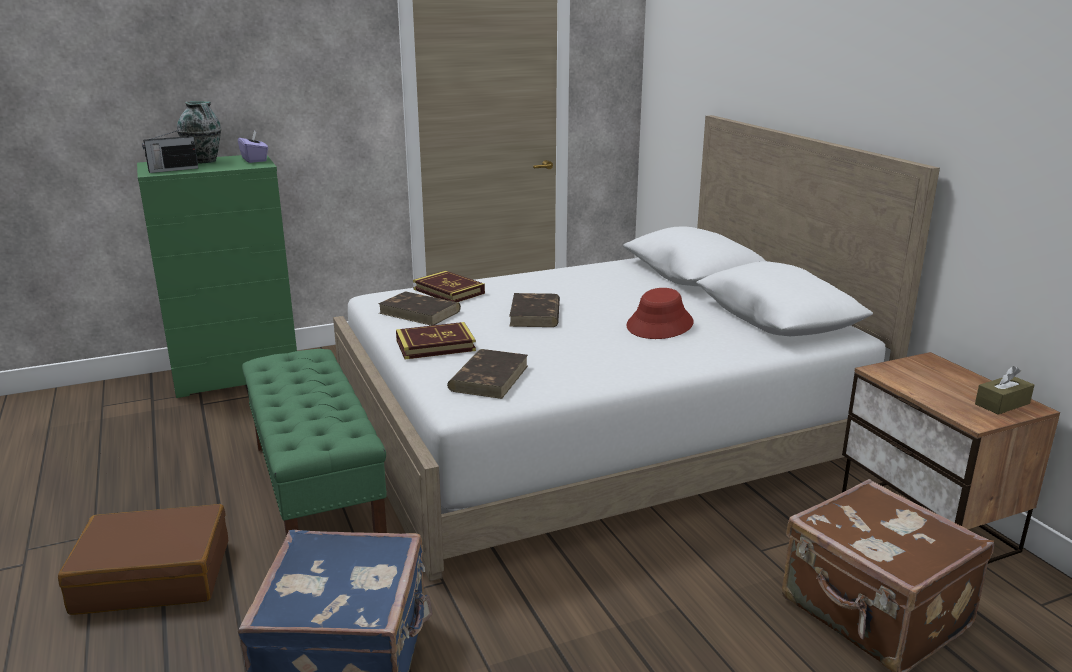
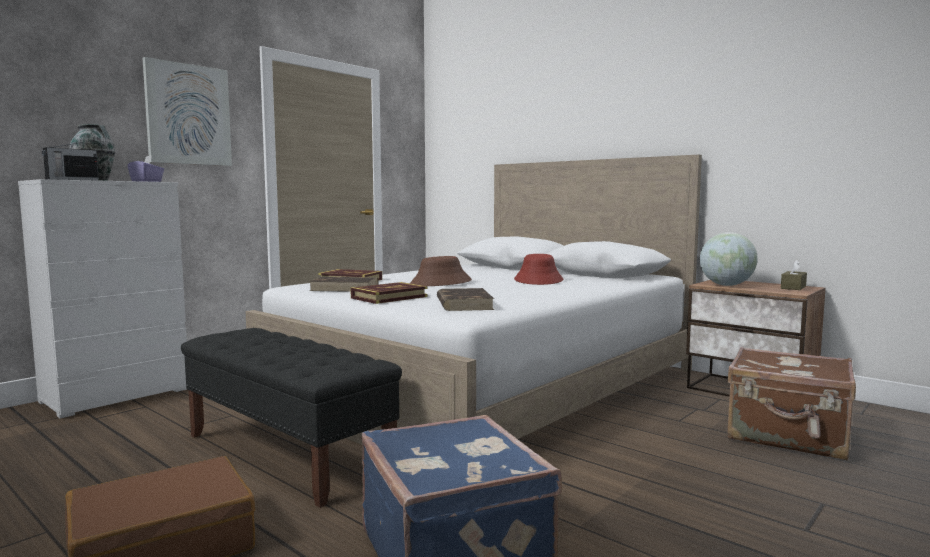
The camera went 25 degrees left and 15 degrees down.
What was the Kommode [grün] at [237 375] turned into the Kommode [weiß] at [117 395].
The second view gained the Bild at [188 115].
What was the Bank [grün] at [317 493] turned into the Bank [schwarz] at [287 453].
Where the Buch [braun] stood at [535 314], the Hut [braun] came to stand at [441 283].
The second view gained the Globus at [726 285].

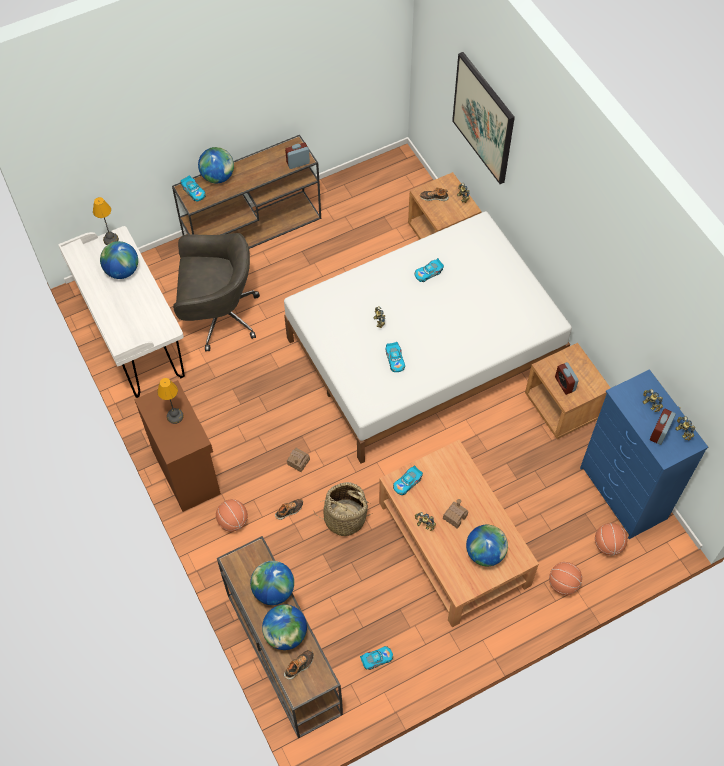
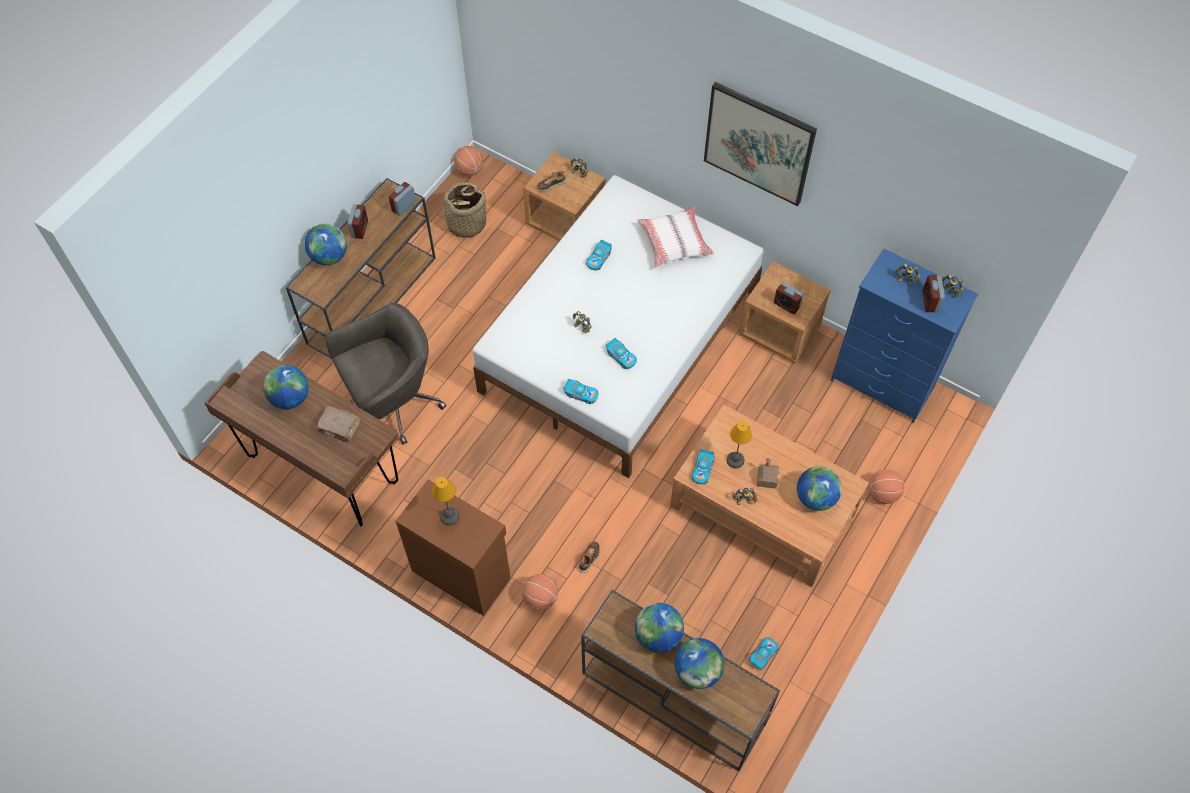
The camera went 30 degrees left and 0 degrees up.
What was the Schreibtisch [weiß] at [136 342] turned into the Schreibtisch [braun] at [323 470].
The second view gained the Buch [braun] at [340 428].
The second view gained the Wecker at [360 229].
The Korb ended up elsewhere, having gone from [344 518] to [466 224].
The Basketball ended up elsewhere, having gone from [608 545] to [469 170].
The Spielzeugauto ended up elsewhere, having gone from [194 192] to [581 394].
The second view gained the Kissen [weiß] at [674 242].
The Bild ended up elsewhere, having gone from [484 118] to [759 143].
The Tischlampe ended up elsewhere, having gone from [111 239] to [736 460].
The second view lost the Schuh at [299 666].
The second view lost the Spielzeughaus at [298 462].

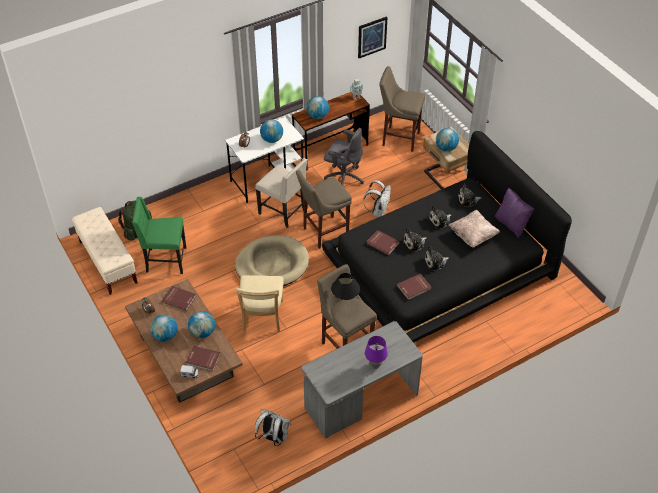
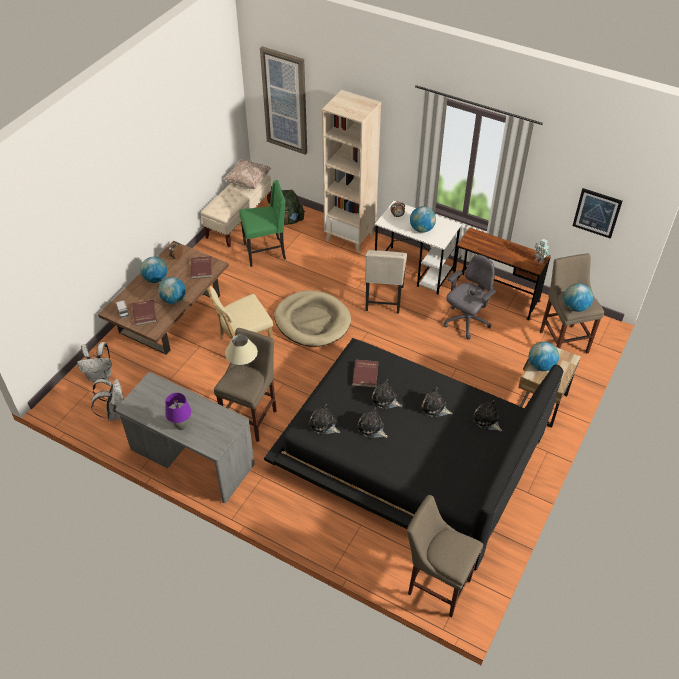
The camera went 60 degrees right and 0 degrees up.
The Rucksack [weiß] ended up elsewhere, having gone from [378 211] to [100 376].
The Kissen [beige] ended up elsewhere, having gone from [473 235] to [248 182].
What was the Tischlampe [schwarz] at [345 307] turned into the Tischlampe [beige] at [243 373].
The Stuhl [grün] at [165 260] ended up facing another way, 105 degrees clockwise from before.
The second view gained the Bild at [285 101].
Where the Buch [rot] stood at [414 287], the Plüschtier came to stand at [323 425].
The second view gained the Bücherregal [beige] at [350 237].
The Hocker [beige] ended up elsewhere, having gone from [323 232] to [436 585].
The Bürostuhl [grau] at [343 178] ended up facing another way, 135 degrees counterclockwise from before.
The Globus ended up elsewhere, having gone from [317 116] to [575 307].
The second view lost the Kissen [lila] at [511 224].

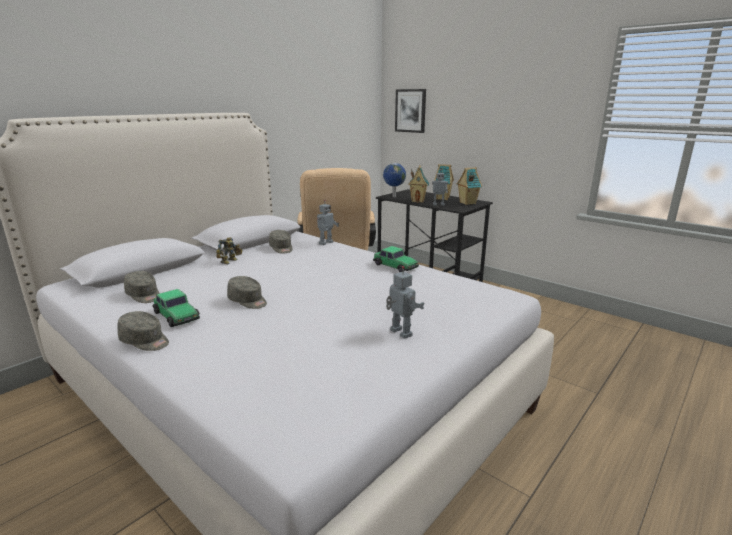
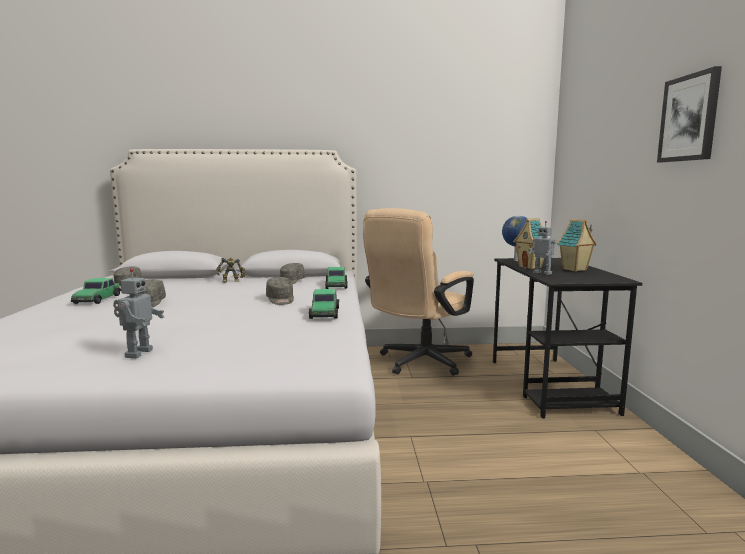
The camera went 45 degrees right and 10 degrees down.
The Kappe [grau] ended up elsewhere, having gone from [145 341] to [280 300].
Where the Spielzeugroboter stood at [325 243], the Spielzeugauto came to stand at [336 285].
The Bild ended up elsewhere, having gone from [410 111] to [689 118].
The second view lost the Spielzeughaus at [467 203].

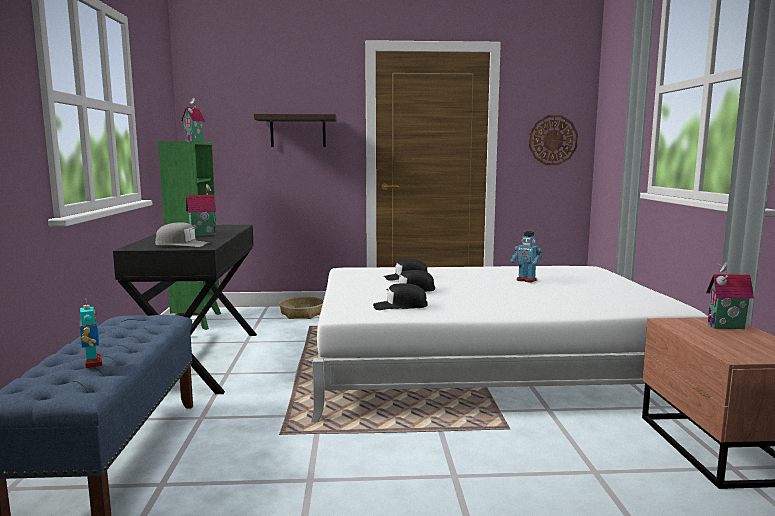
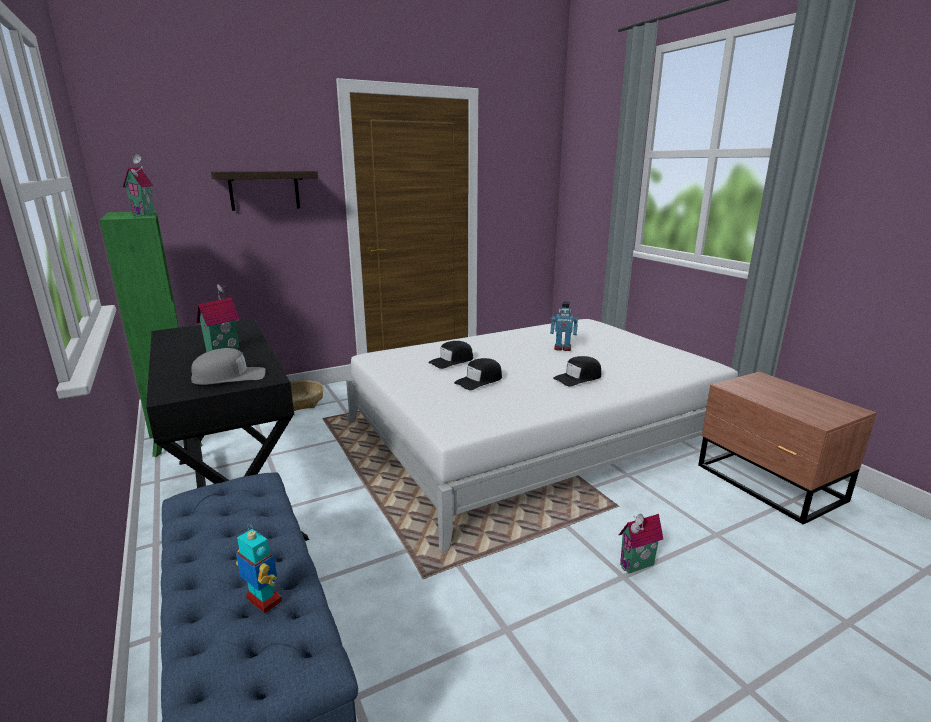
The camera went 25 degrees left and 10 degrees up.
The Kappe [schwarz] ended up elsewhere, having gone from [400 306] to [578 378].
The Spielzeughaus ended up elsewhere, having gone from [726 327] to [638 566].
The second view lost the Wanduhr at [553 140].

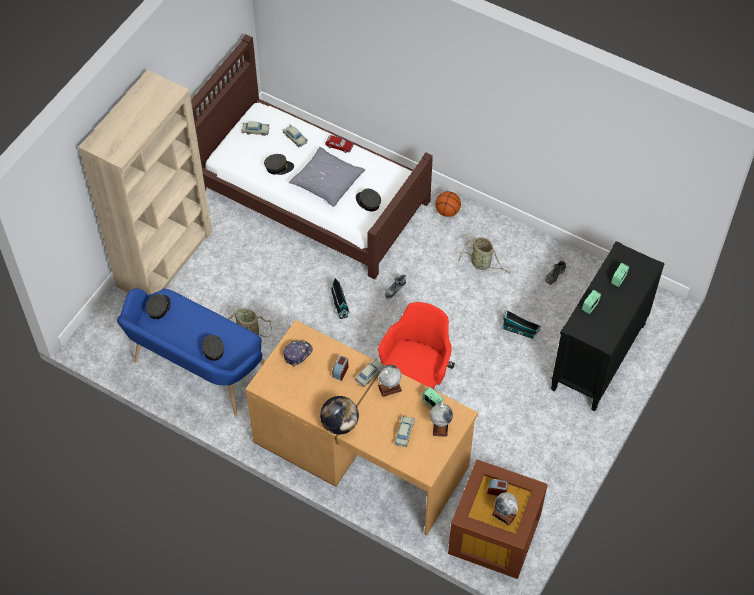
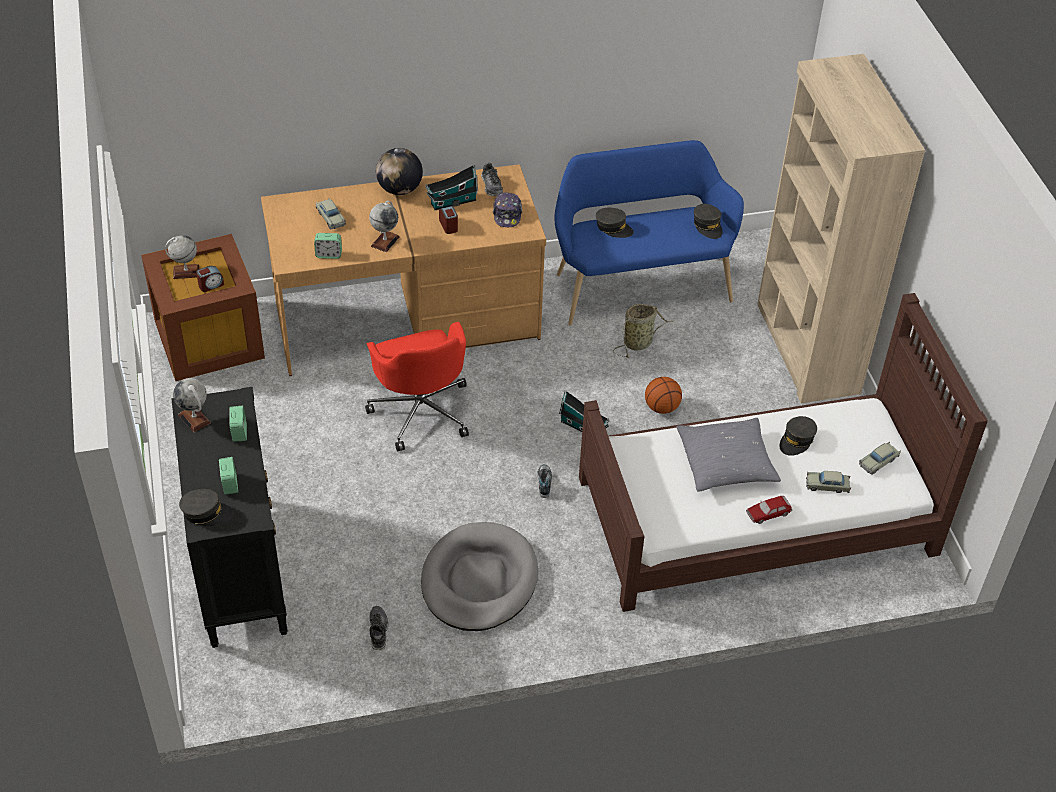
The camera went 135 degrees right and 10 degrees down.
The Globus ended up elsewhere, having gone from [440 426] to [194 419].
The Kappe [grau] ended up elsewhere, having gone from [368 202] to [206 513].
Where the Korb stood at [482 264], the Hundebett [grau] came to stand at [479 580].
The Spielzeughaus ended up elsewhere, having gone from [520 331] to [451 202].
The second view gained the Schuh at [492 186].
The Basketball ended up elsewhere, having gone from [447 211] to [661 407].
The second view lost the Spielzeugauto [beige] at [369 374].

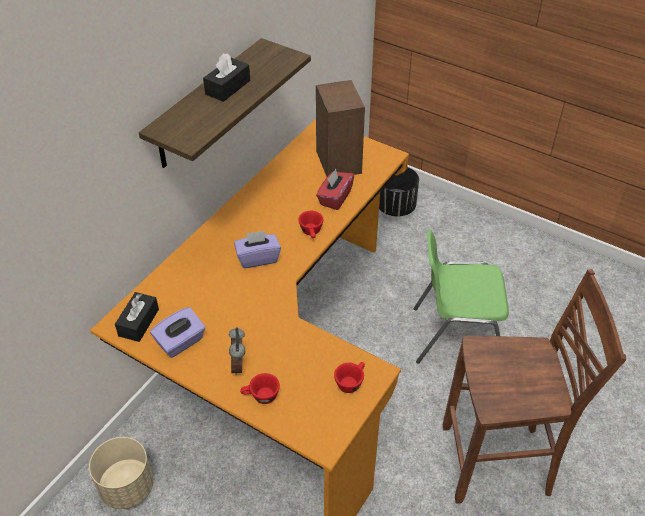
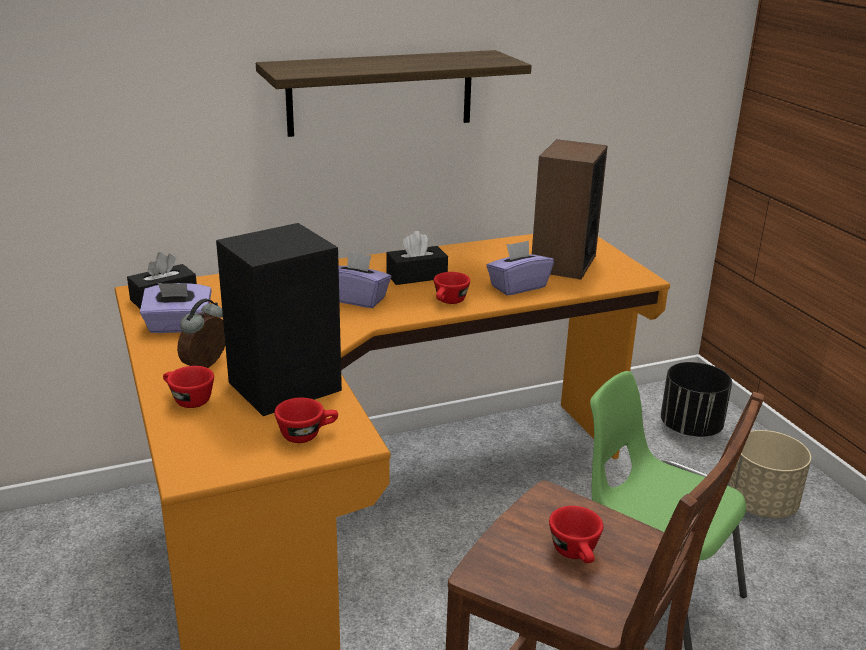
The camera went 35 degrees right and 20 degrees down.
The second view gained the Lautsprecher [schwarz] at [287 385].
The Taschentuchbox [schwarz] ended up elsewhere, having gone from [228 87] to [416 276].
What was the Taschentuchbox [rot] at [335 198] turned into the Taschentuchbox [lila] at [518 286].
The second view gained the Tasse [rot] at [576 554].
The Pflanzkübel [beige] ended up elsewhere, having gone from [127 487] to [760 504].

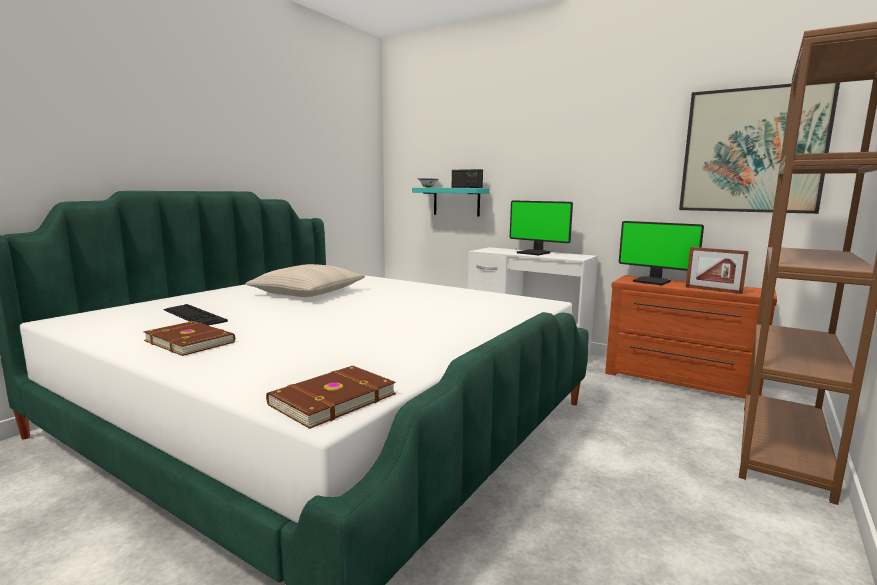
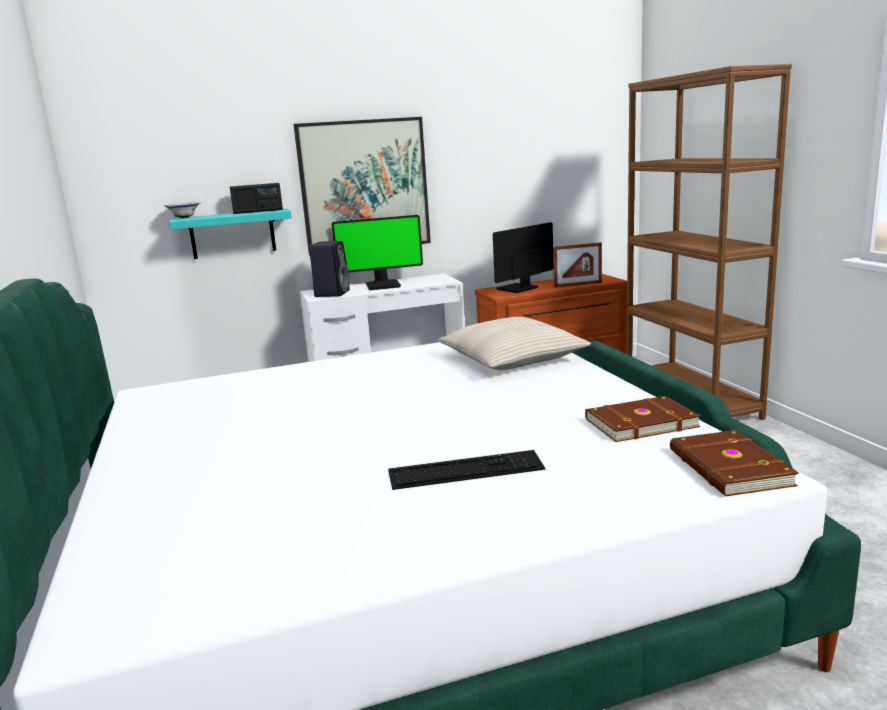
The camera went 50 degrees left and 5 degrees up.
The Bild ended up elsewhere, having gone from [752 151] to [364 186].
The second view gained the Lautsprecher [schwarz] at [332 293].
The Tastatur ended up elsewhere, having gone from [194 315] to [466 470].
The Kissen [beige] ended up elsewhere, having gone from [307 293] to [512 359].
The Monitor at [653 281] ended up facing another way, 150 degrees clockwise from before.
The Buch [braun] ended up elsewhere, having gone from [191 341] to [639 422].

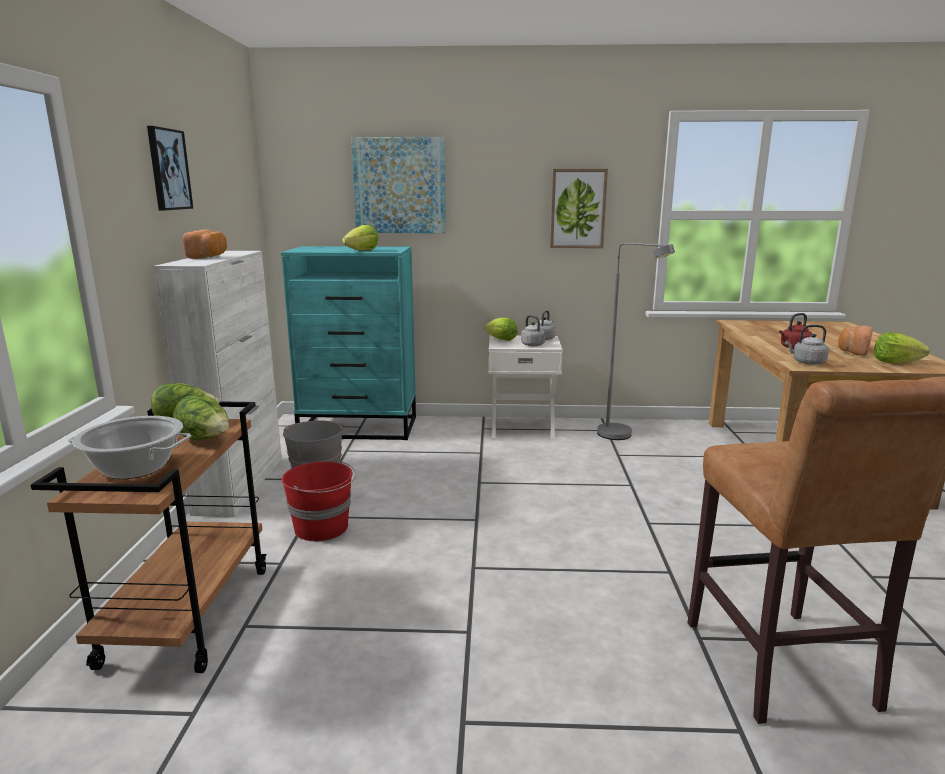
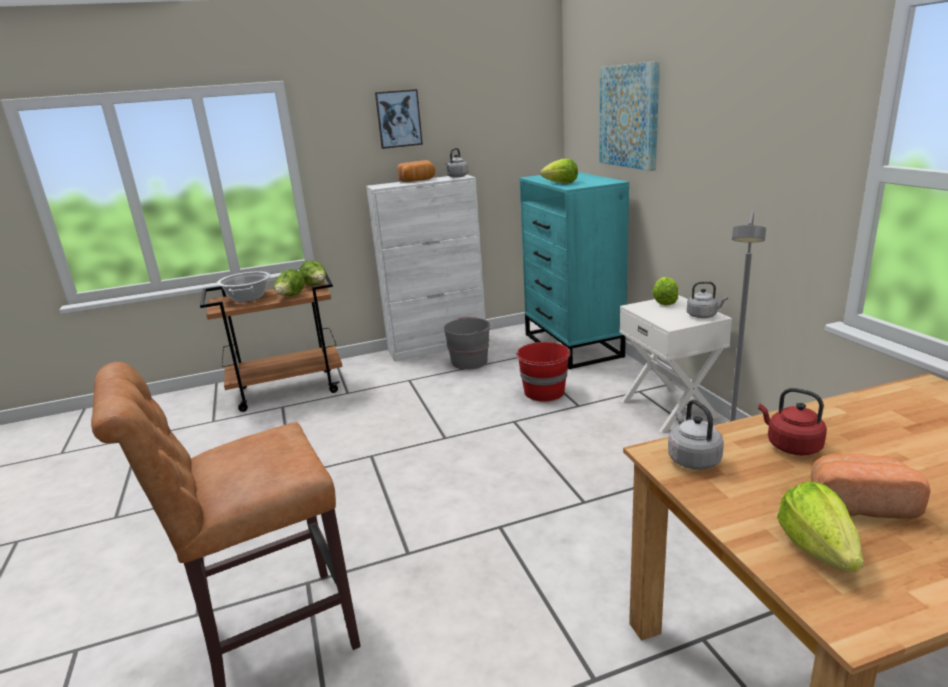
The camera went 70 degrees right and 5 degrees up.
The Wasserkessel [grau] ended up elsewhere, having gone from [533 345] to [456 176].
The Eimer [rot] ended up elsewhere, having gone from [322 527] to [544 392].
The second view lost the Bild at [577 208].

